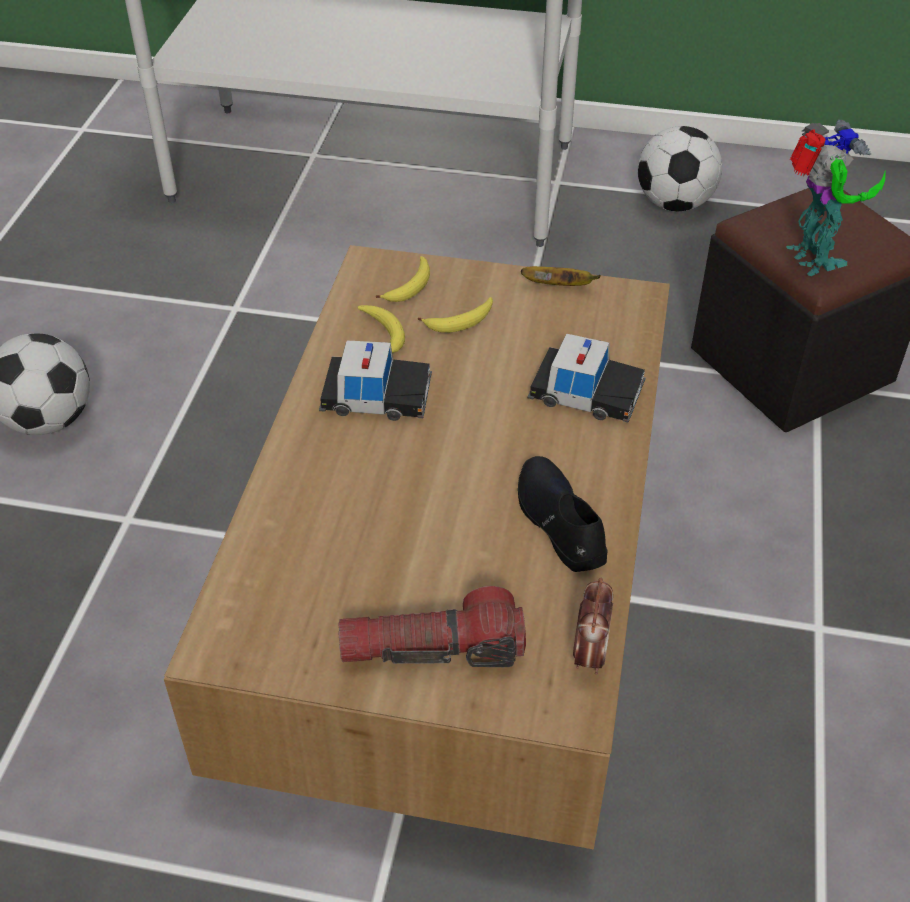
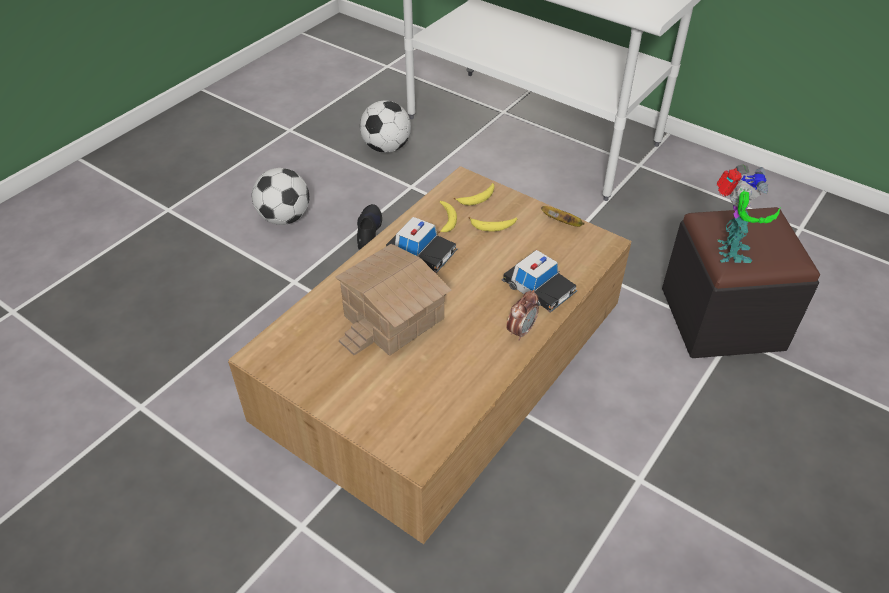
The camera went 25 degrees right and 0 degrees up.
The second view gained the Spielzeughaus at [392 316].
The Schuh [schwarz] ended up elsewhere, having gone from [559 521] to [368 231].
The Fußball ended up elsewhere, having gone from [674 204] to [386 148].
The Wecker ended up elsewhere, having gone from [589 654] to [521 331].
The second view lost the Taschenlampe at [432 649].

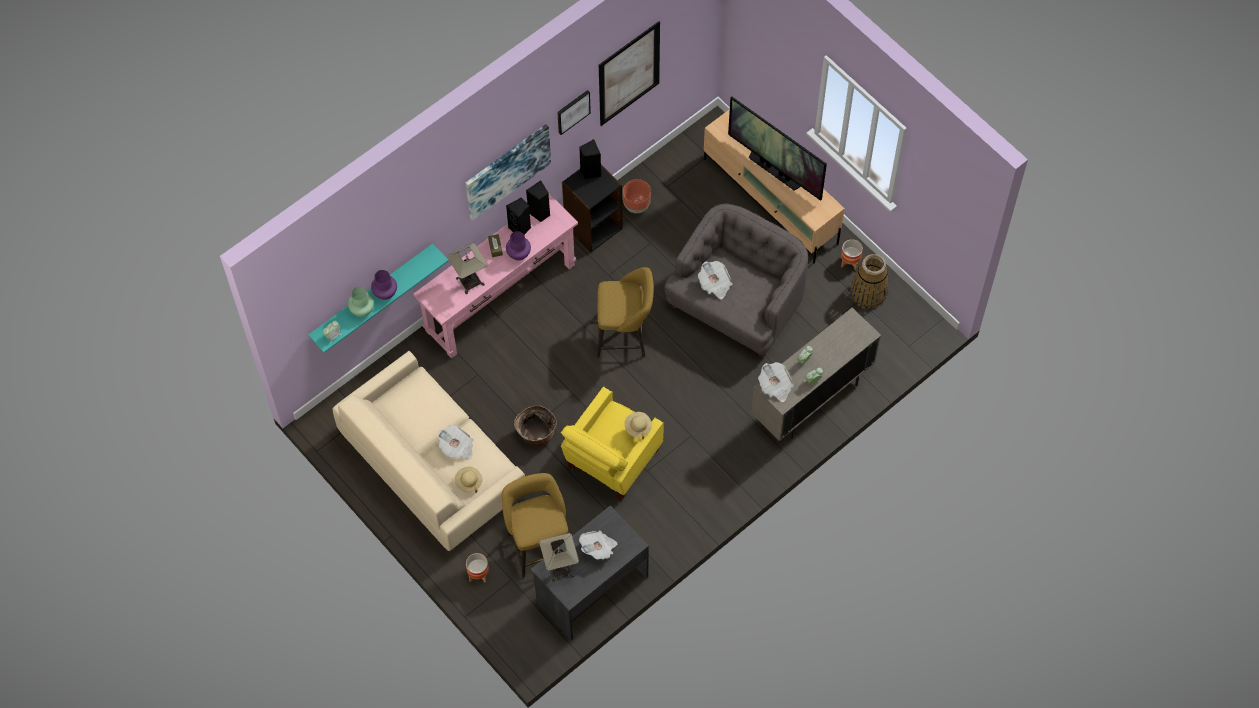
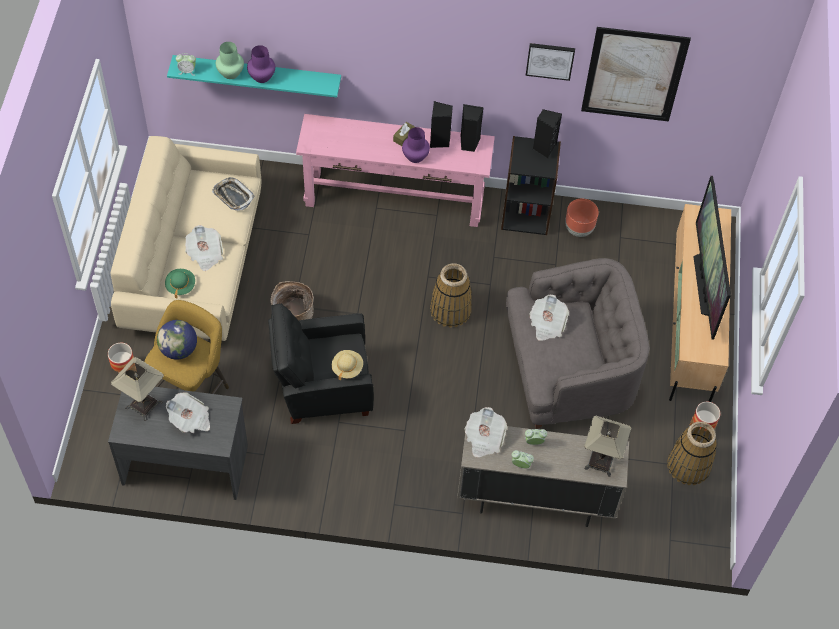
The camera went 45 degrees right and 5 degrees down.
The second view gained the Globus at [179 349].
What was the Hut [beige] at [468 482] turned into the Hut [grün] at [180 286].
The second view gained the Tablett at [233 196].
What was the Sessel [gelb] at [610 460] turned into the Sessel [schwarz] at [322 387].
Where the Hocker [gelb] stood at [625 335], the Korb came to stand at [450 310].
The Tischlampe ended up elsewhere, having gone from [470 281] to [600 461].
The second view lost the Bild at [507 171].

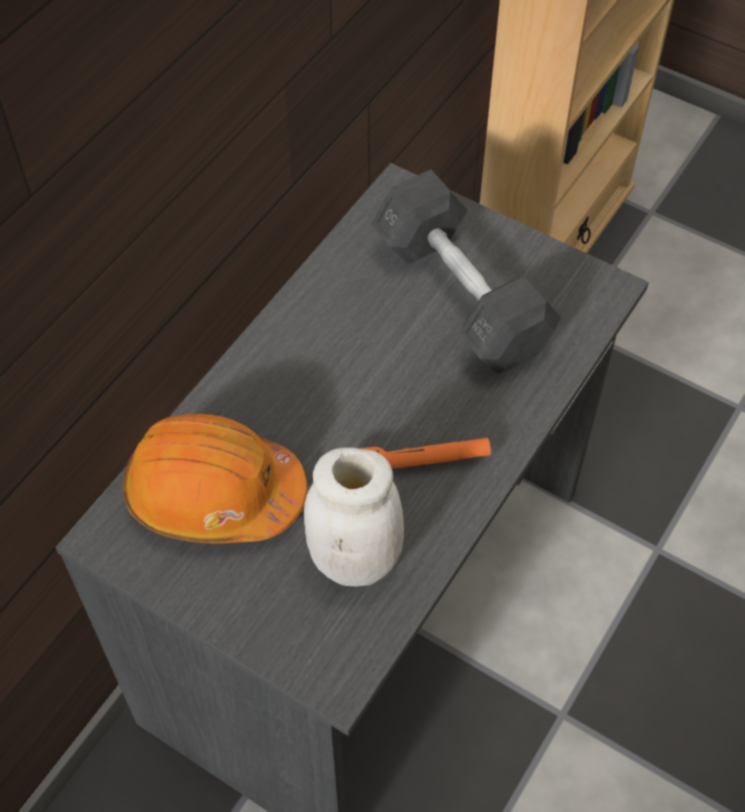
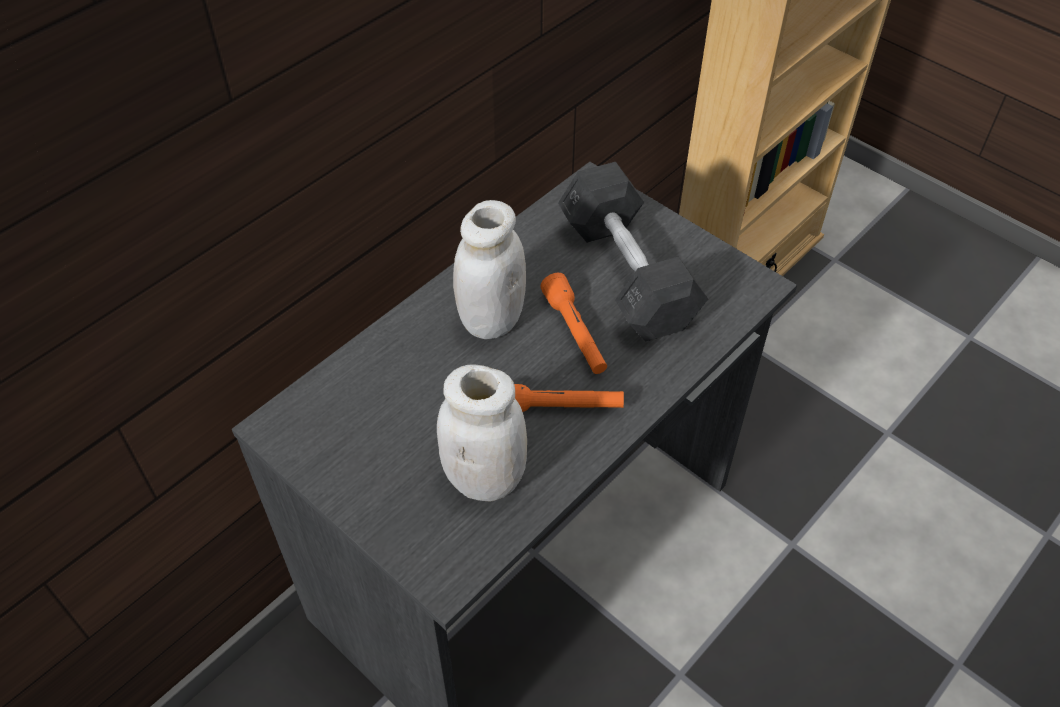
The camera went 10 degrees right and 5 degrees down.
The second view gained the Vorratsglas [weiß] at [491 320].
The second view gained the Taschenlampe [orange] at [575 333].
The second view lost the Schutzhelm [orange] at [214 494].

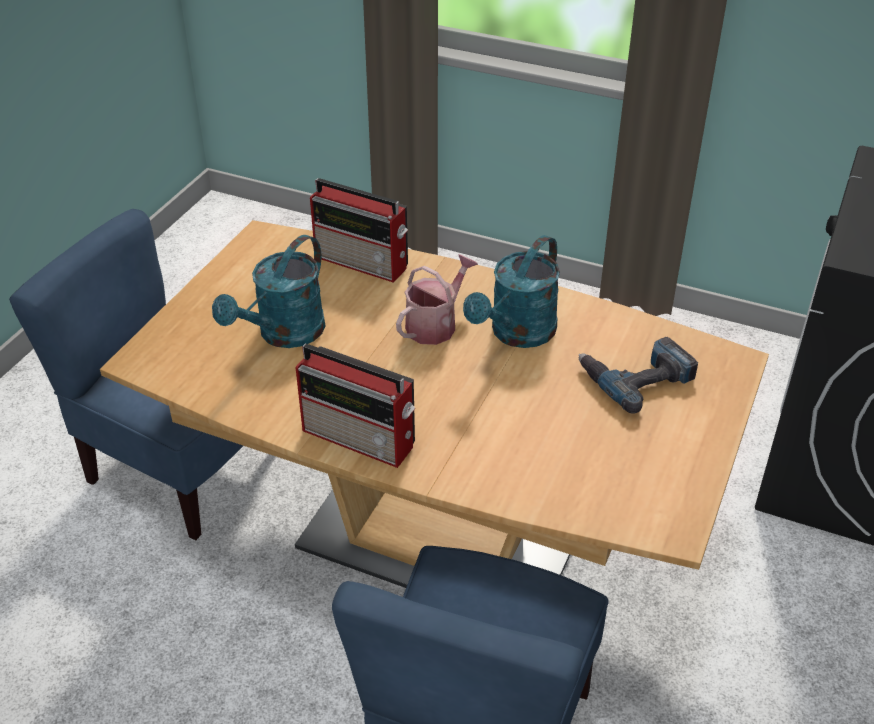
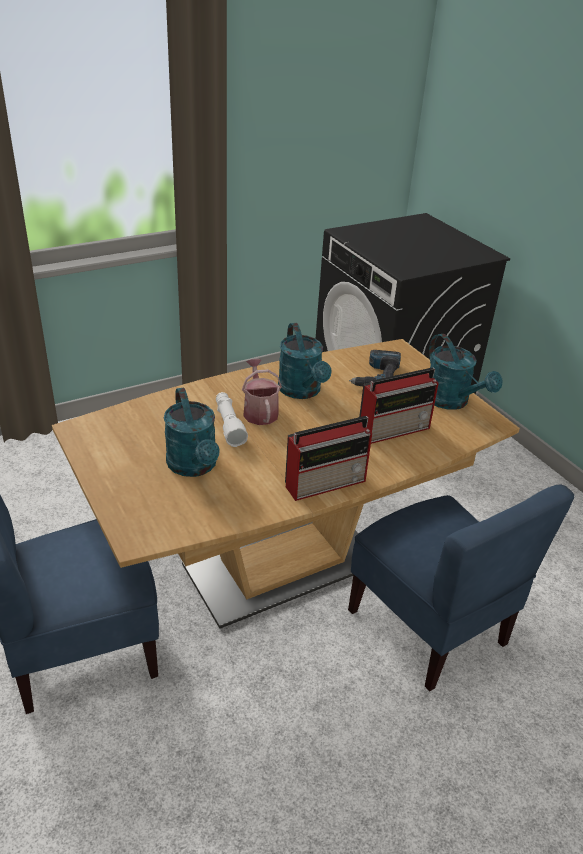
The camera went 55 degrees left and 5 degrees down.
The second view gained the Taschenlampe [weiß] at [228 425].
The Radio ended up elsewhere, having gone from [363 262] to [395 429].
The second view gained the Gießkanne [türkis] at [452 402].

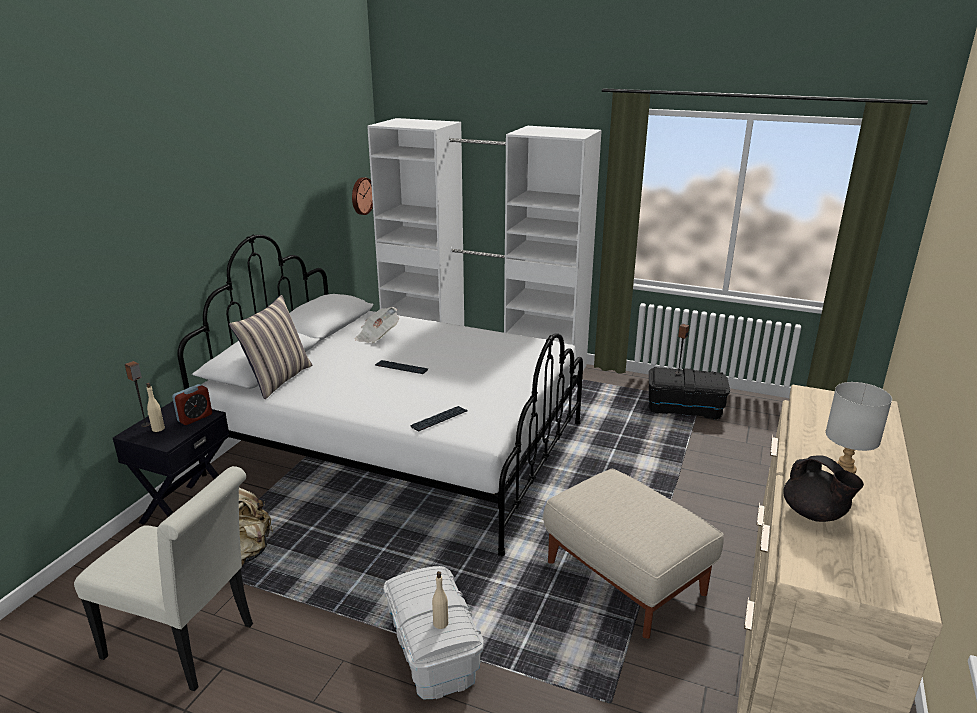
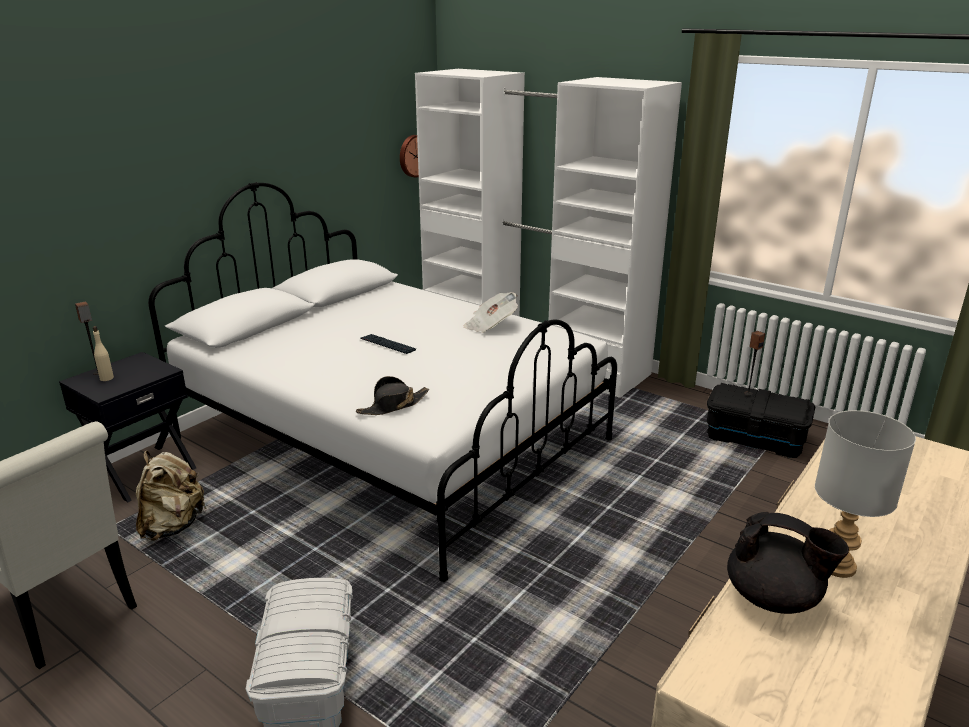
The camera went 15 degrees right and 0 degrees up.
Where the Tastatur stood at [439 419], the Hut [schwarz] came to stand at [393 406].
The Zeitung ended up elsewhere, having gone from [377 336] to [490 326].
The Teekanne [schwarz] at [814 514] ended up facing another way, 45 degrees counterclockwise from before.
The second view lost the Wecker at [195 418].
The second view lost the Kissen at [278 379].
The second view lost the Flasche [beige] at [441 623].
The second view lost the Polsterhocker [beige] at [625 578].

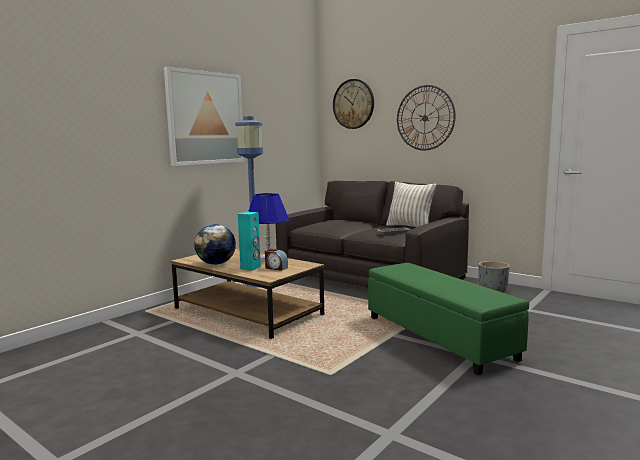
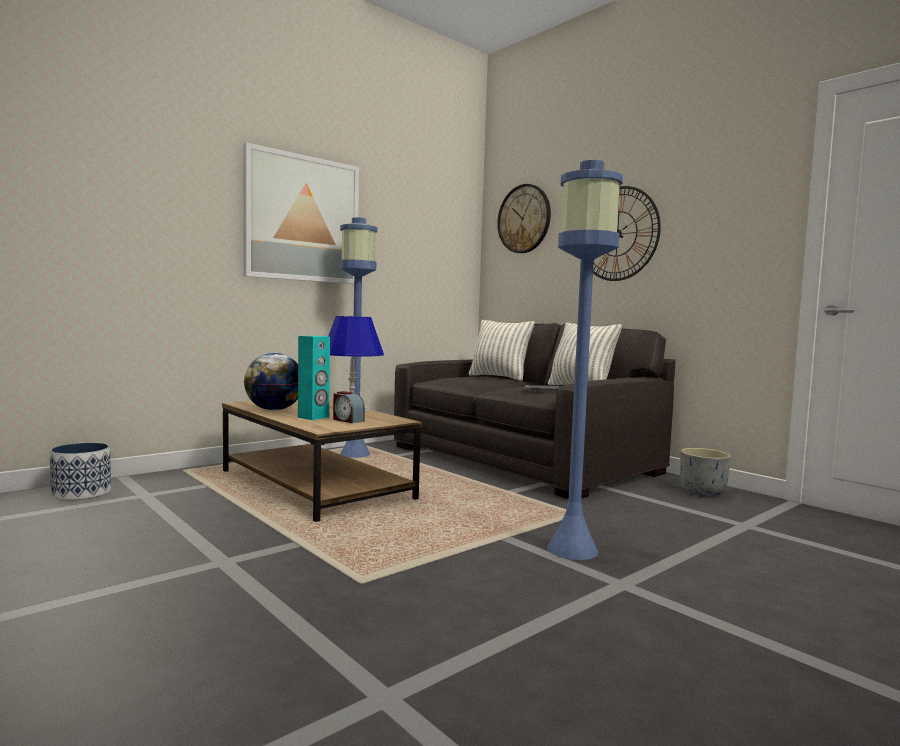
The camera went 10 degrees right and 5 degrees down.
The second view gained the Pflanzkübel at [81 493].
The second view gained the Kissen at [499 377].
Where the Polsterhocker [grün] stood at [437 337], the Stehlampe [blau] came to stand at [571 549].

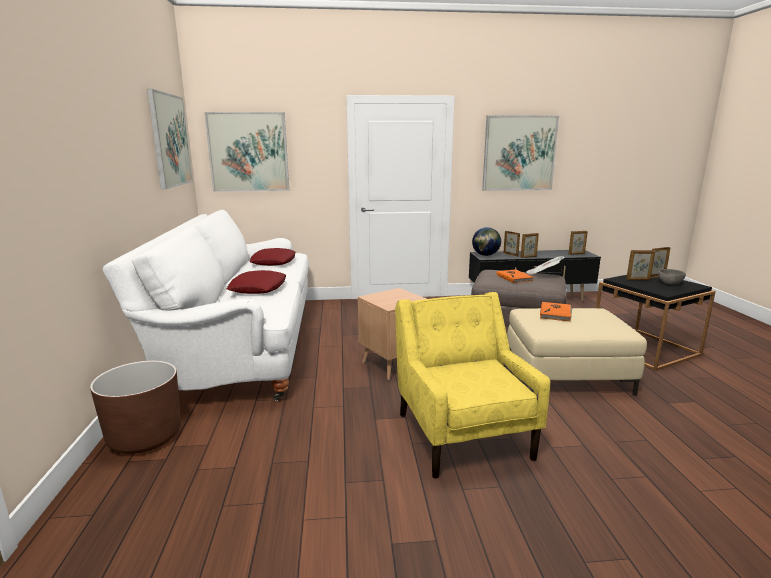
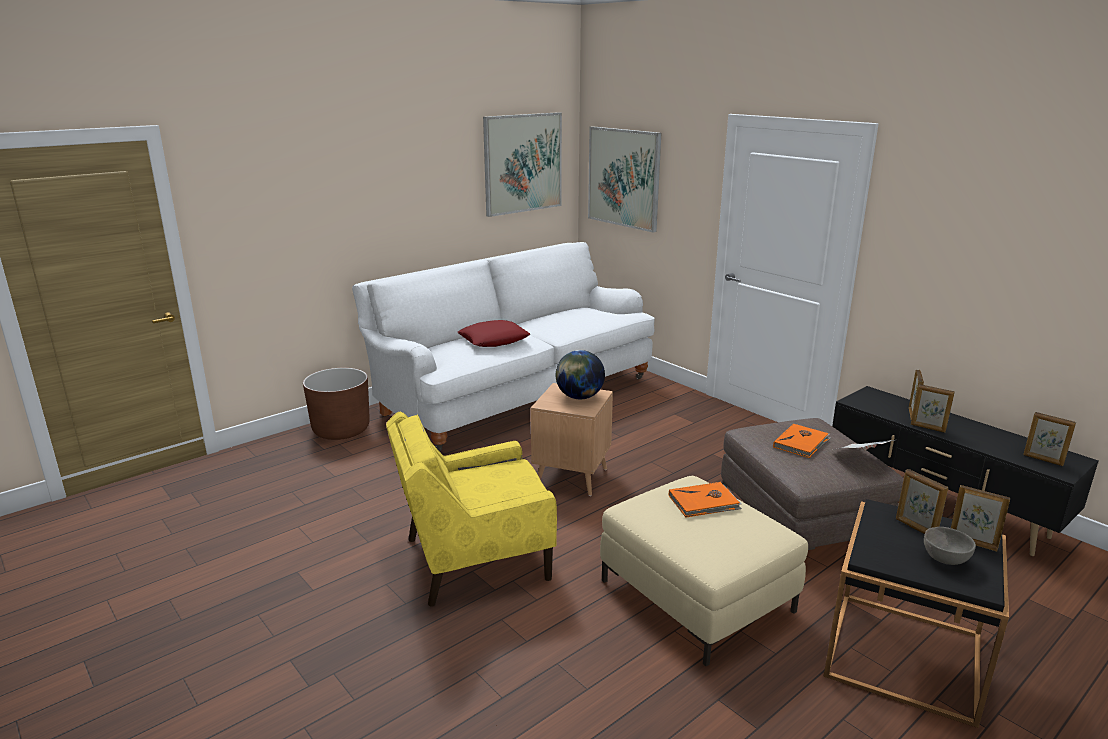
The camera went 55 degrees right and 5 degrees up.
The Sessel [gelb] at [463 434] ended up facing another way, 150 degrees counterclockwise from before.
The Globus ended up elsewhere, having gone from [485 255] to [579 397].
The second view lost the Kissen [rot] at [273 262].
The second view lost the Bild at [519 153].

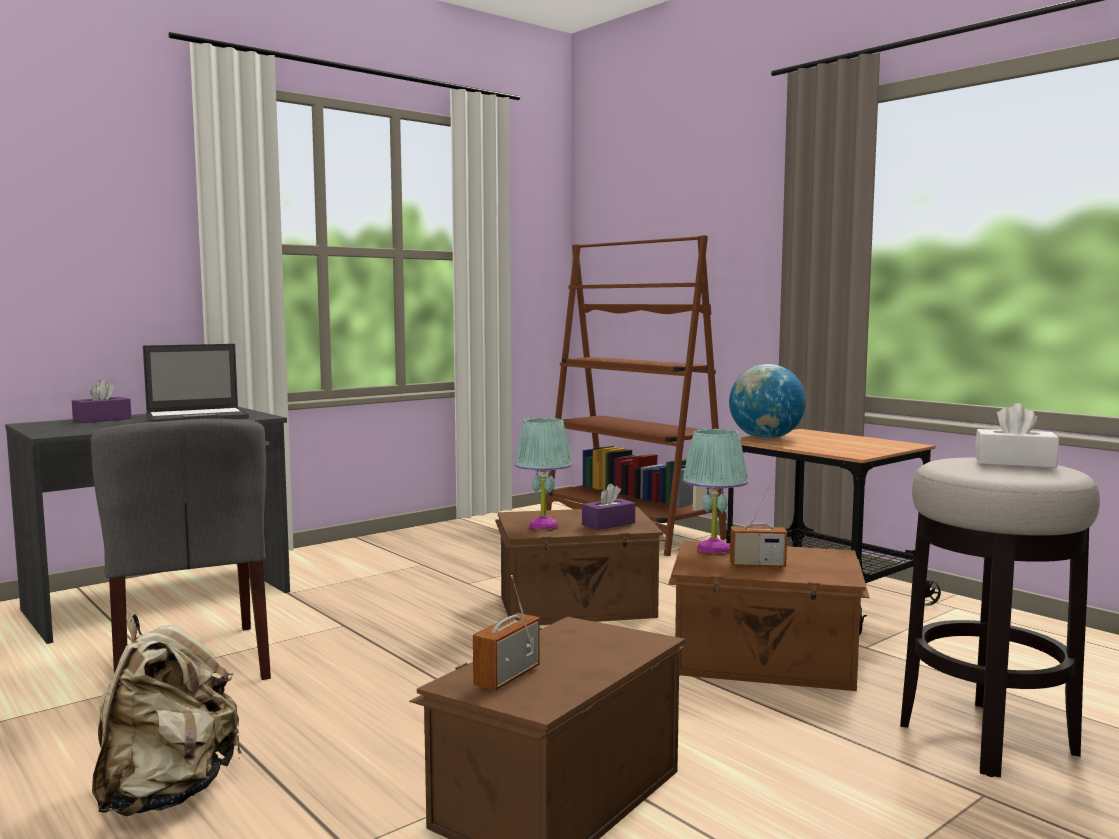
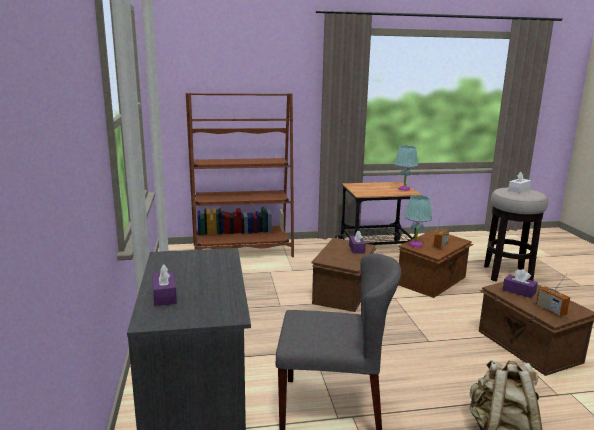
The camera went 60 degrees left and 10 degrees up.
The Tischlampe [türkis] ended up elsewhere, having gone from [543 525] to [404 189].
The second view gained the Taschentuchbox [lila] at [519 291].
The second view lost the Laptop at [198 417].
The second view lost the Globus at [765 438].

